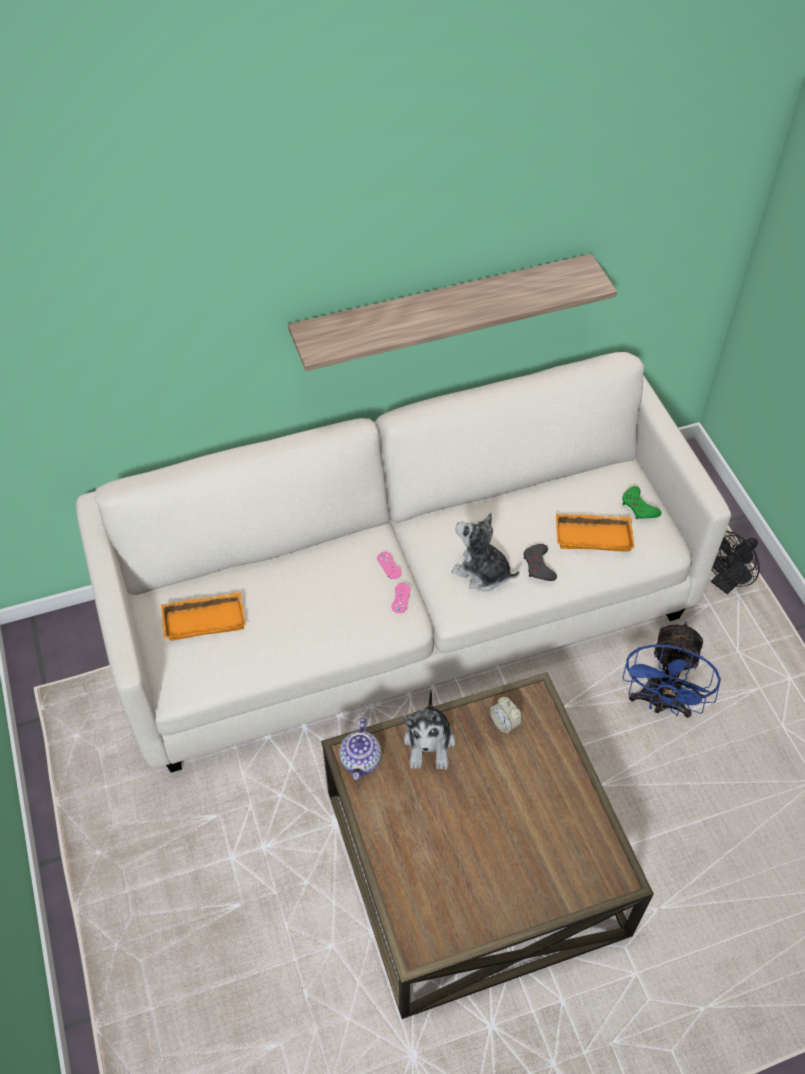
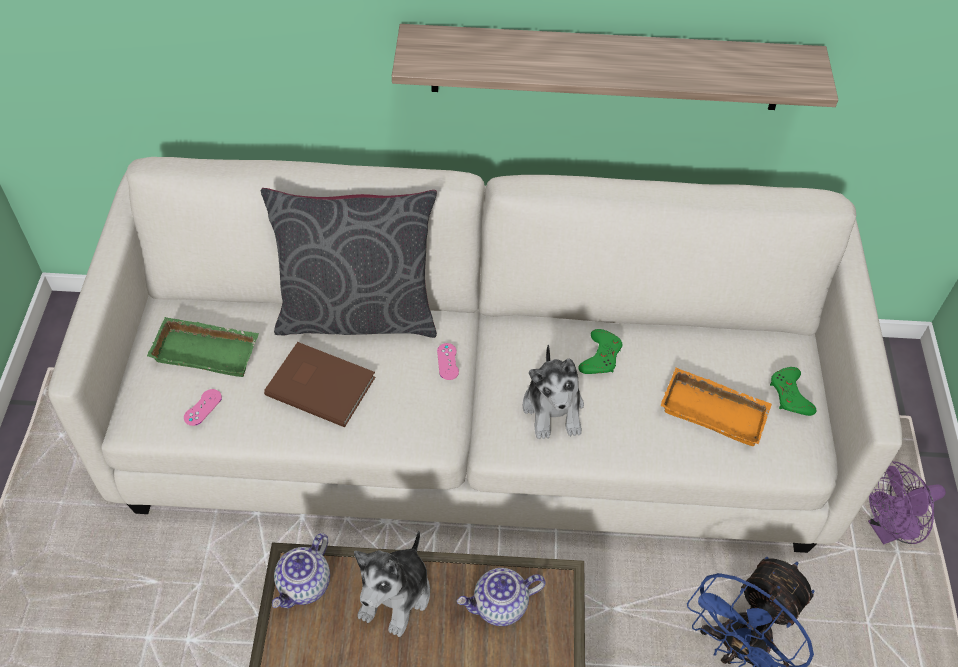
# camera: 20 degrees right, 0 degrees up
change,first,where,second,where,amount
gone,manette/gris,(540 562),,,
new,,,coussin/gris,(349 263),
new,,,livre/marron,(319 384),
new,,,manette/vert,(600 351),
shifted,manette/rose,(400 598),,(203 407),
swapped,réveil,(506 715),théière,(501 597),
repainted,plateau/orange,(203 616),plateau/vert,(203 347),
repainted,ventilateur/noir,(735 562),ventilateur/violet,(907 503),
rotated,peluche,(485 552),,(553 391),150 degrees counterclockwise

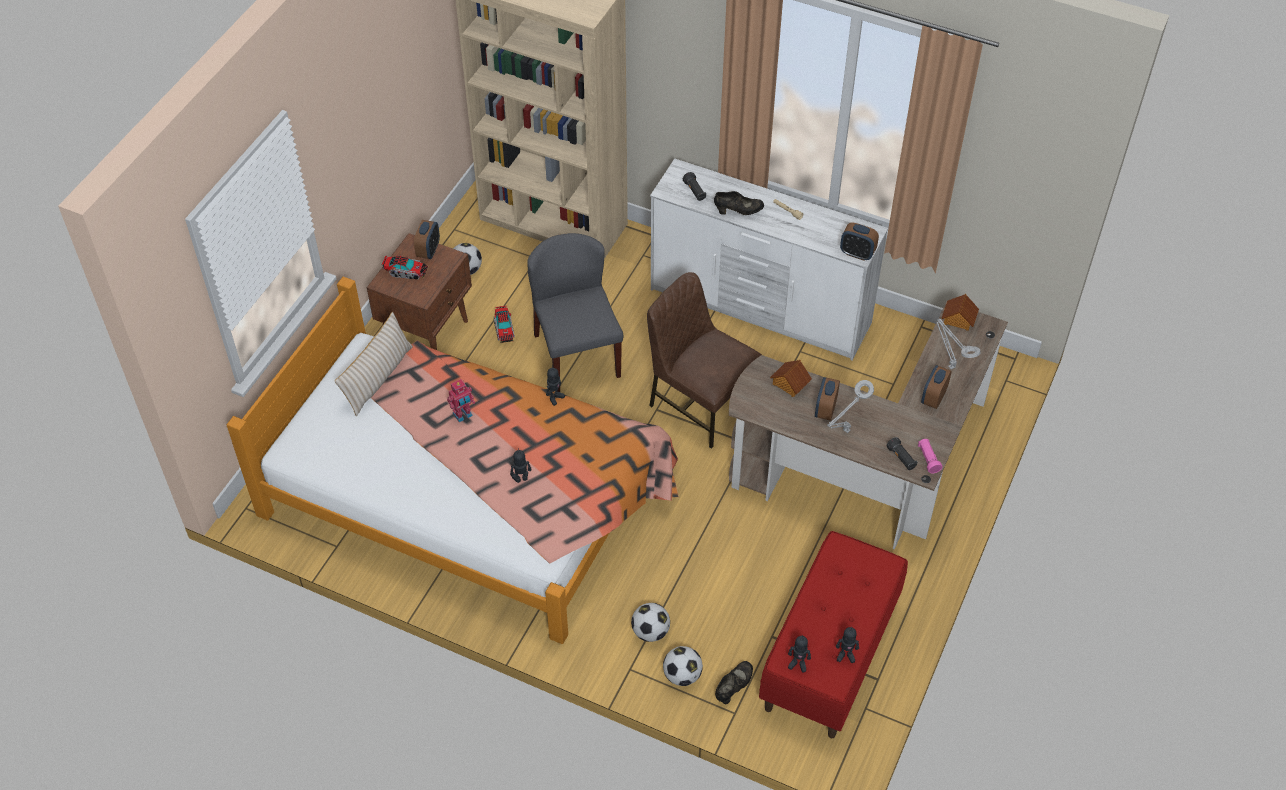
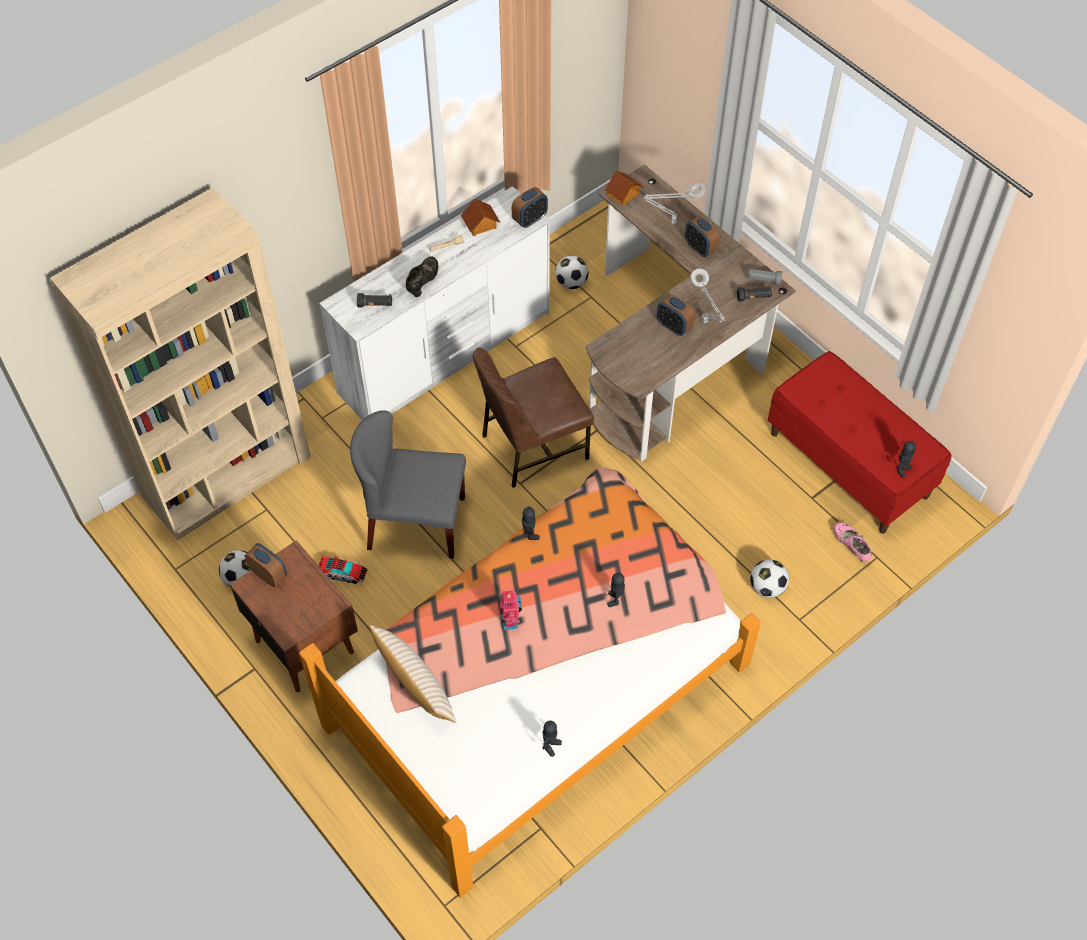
# camera: 65 degrees left, 5 degrees up
change,first,where,second,where,amount
gone,camion jouet,(405 268),,,
shifted,ballon de foot,(683 666),,(572 272),
shifted,maison miniature,(791 378),,(480 217),
shifted,robot jouet,(847 644),,(552 739),
repainted,chaussure/noir,(734 682),chaussure/rose,(853 542),
repainted,lampe de poche/rose,(930 456),lampe de poche/gris,(765 276),

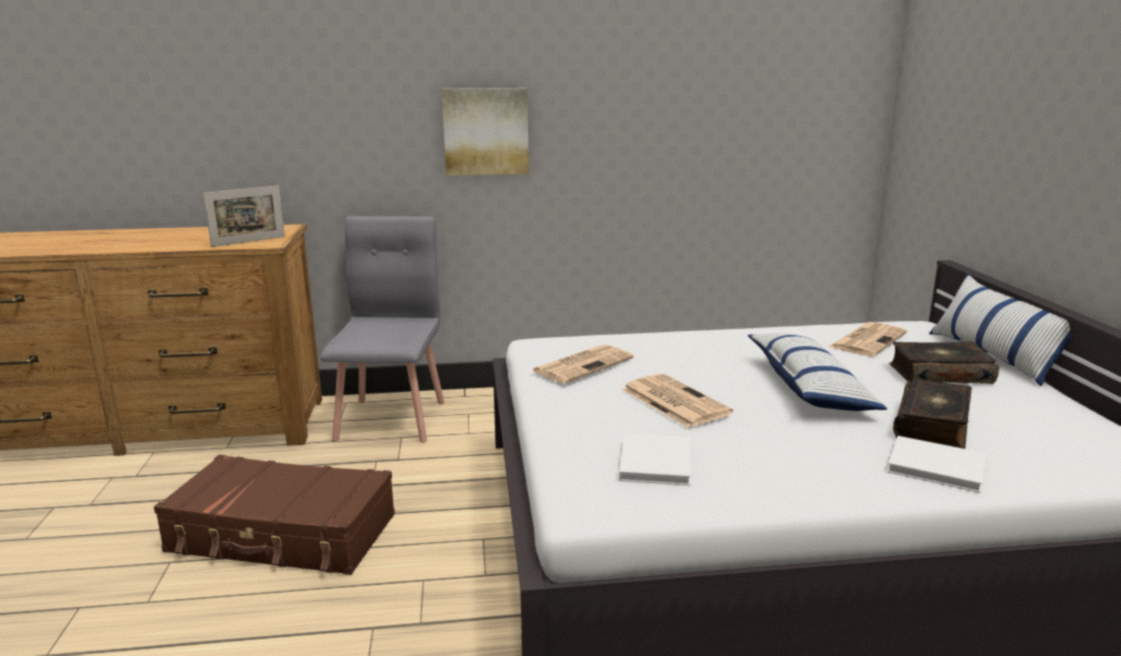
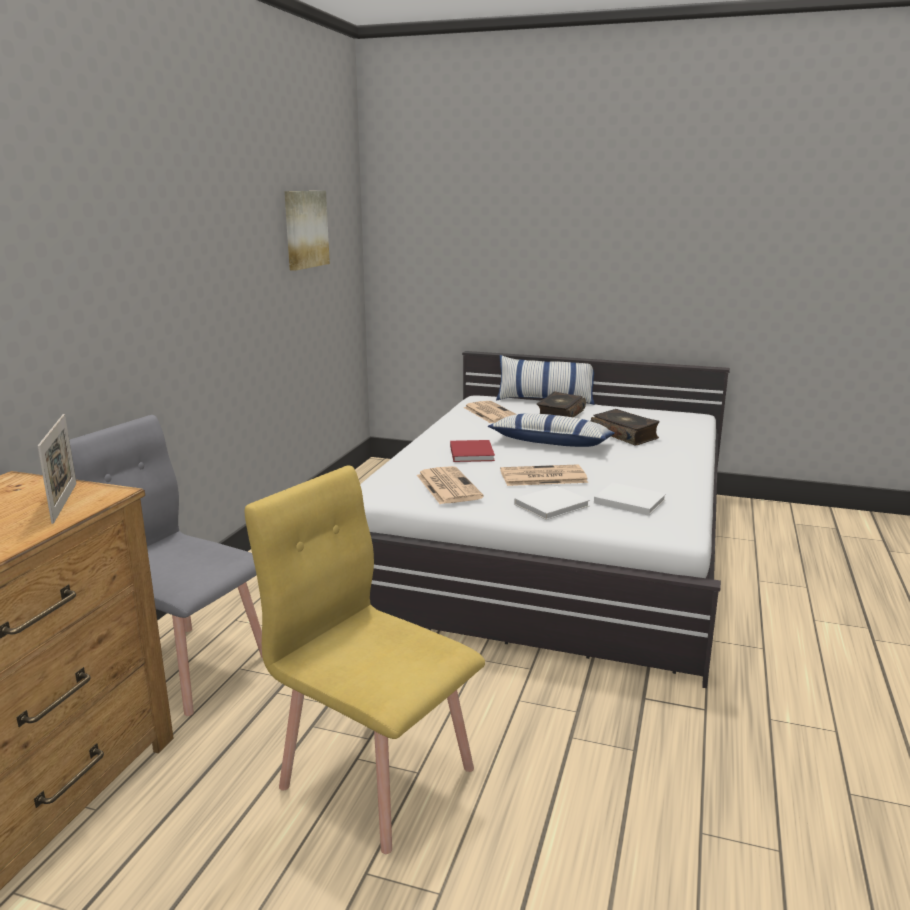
# camera: 65 degrees left, 0 degrees up
change,first,where,second,where,amount
new,,,livre/rouge,(472 451),
shifted,tableau,(485 132),,(307 231),
shifted,livre/blanc,(936 464),,(552 503),
swapped,valise/marron,(274 515),chaise/jaune,(365 659),

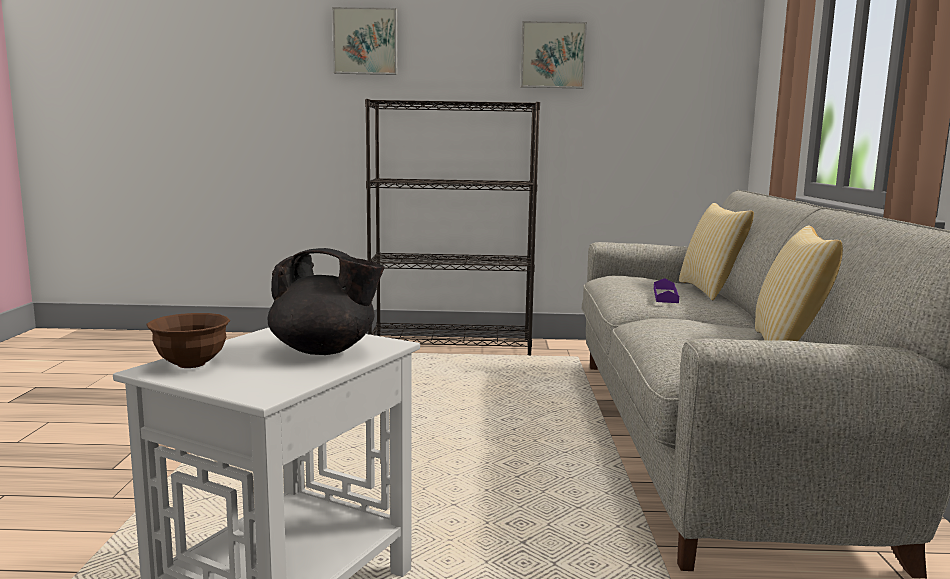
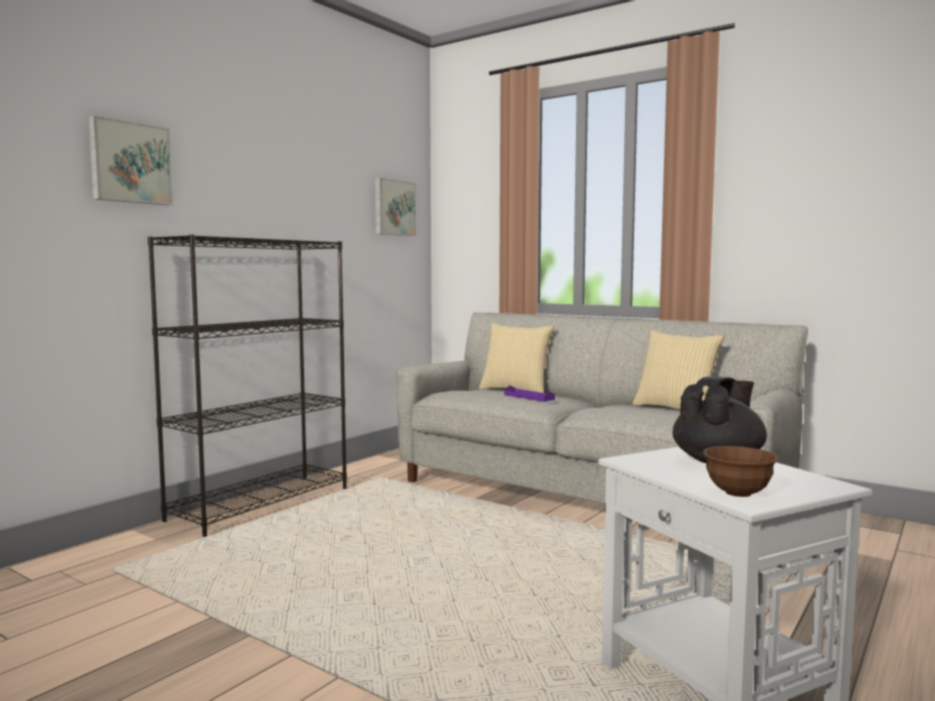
# camera: 55 degrees left, 5 degrees down
change,first,where,second,where,amount
shifted,tableau,(553 54),,(395 207),

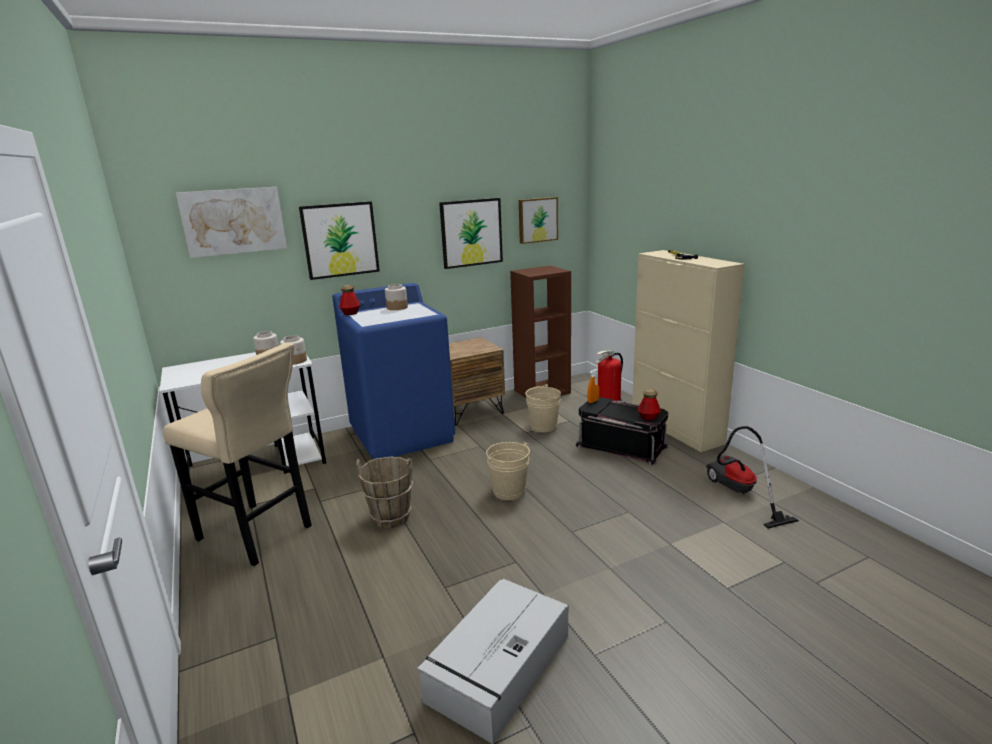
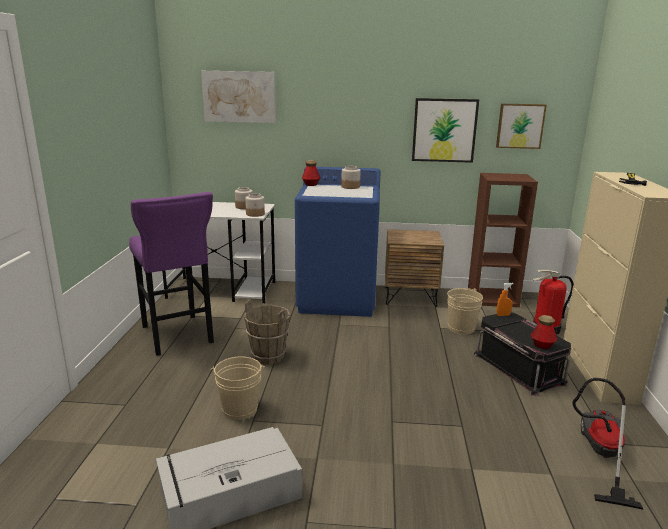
# camera: 30 degrees right, 0 degrees up
change,first,where,second,where,amount
gone,tableau,(339 240),,,
shifted,seau/beige,(508 471),,(237 388),
repainted,tabouret/beige,(237 454),tabouret/violet,(171 274),

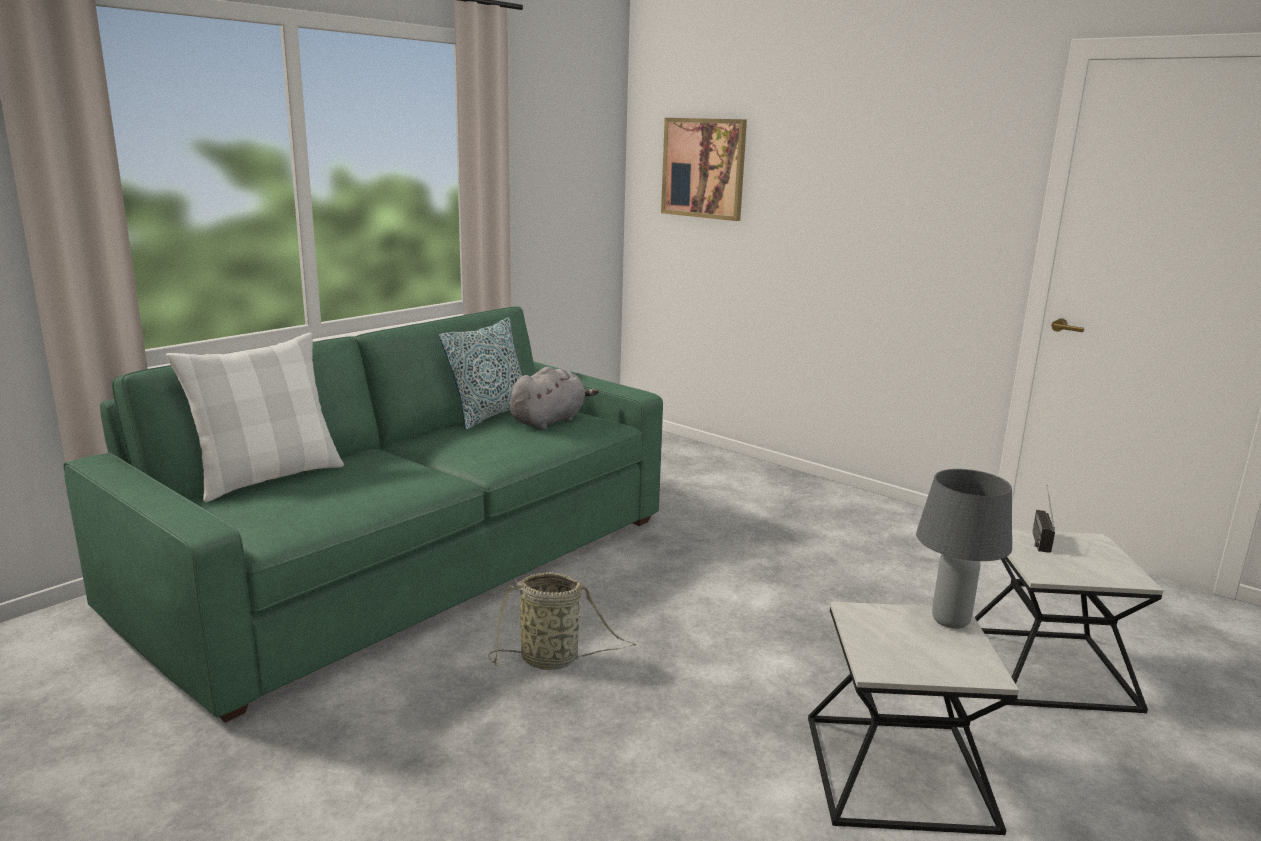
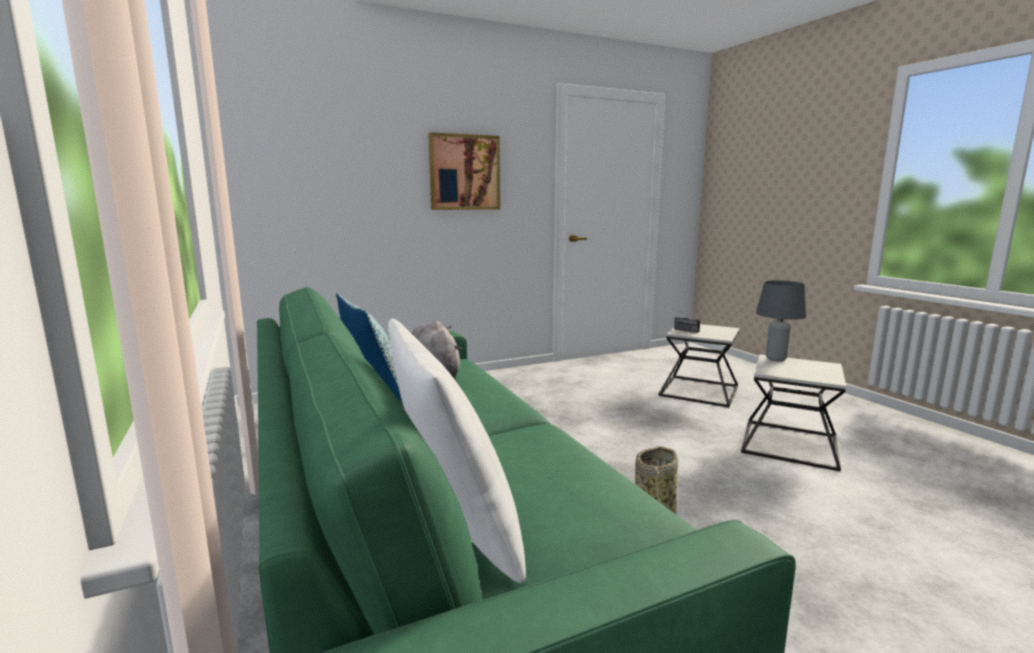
# camera: 65 degrees left, 5 degrees down
change,first,where,second,where,amount
shifted,tableau,(704 169),,(464 171),

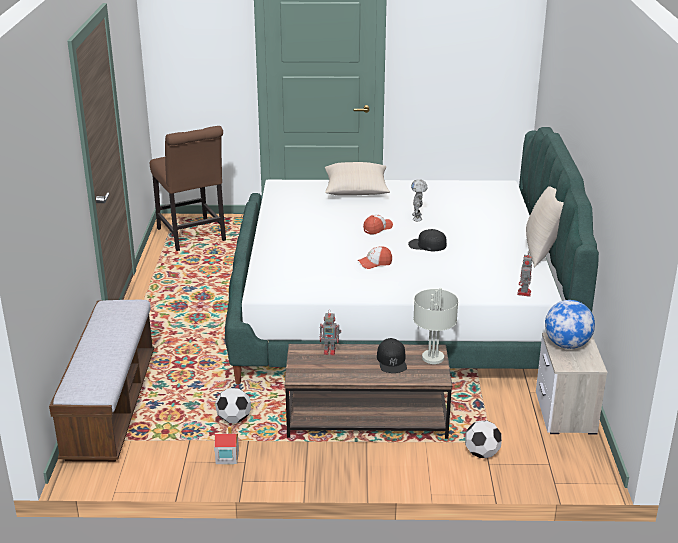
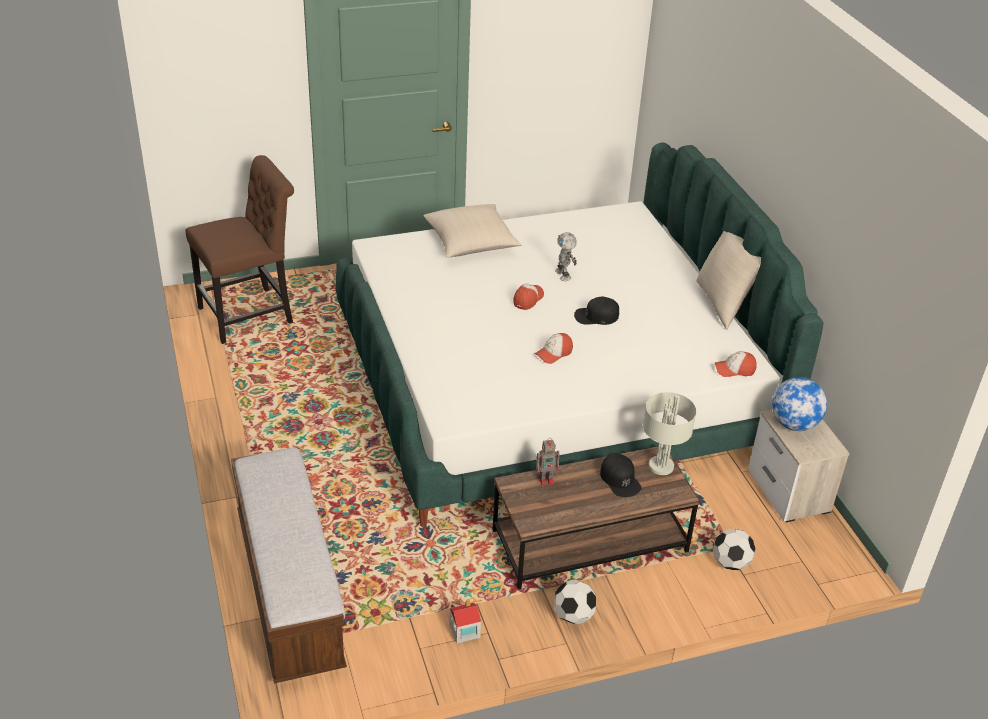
# camera: 20 degrees left, 10 degrees up
change,first,where,second,where,amount
shifted,ballon de foot,(233 405),,(575 602),
swapped,robot jouet,(524 274),casquette,(736 364),
rotated,chaise/marron,(188 188),,(240 249),75 degrees counterclockwise

